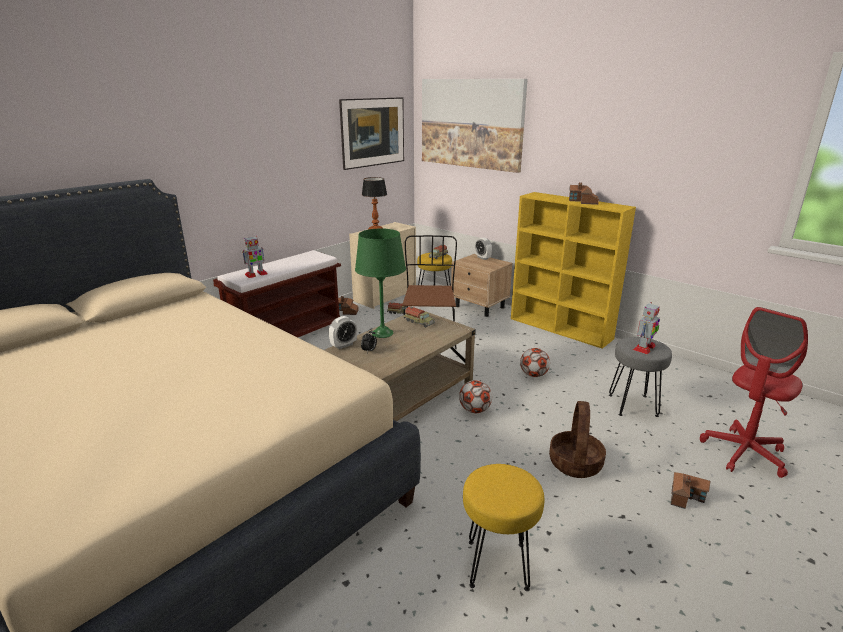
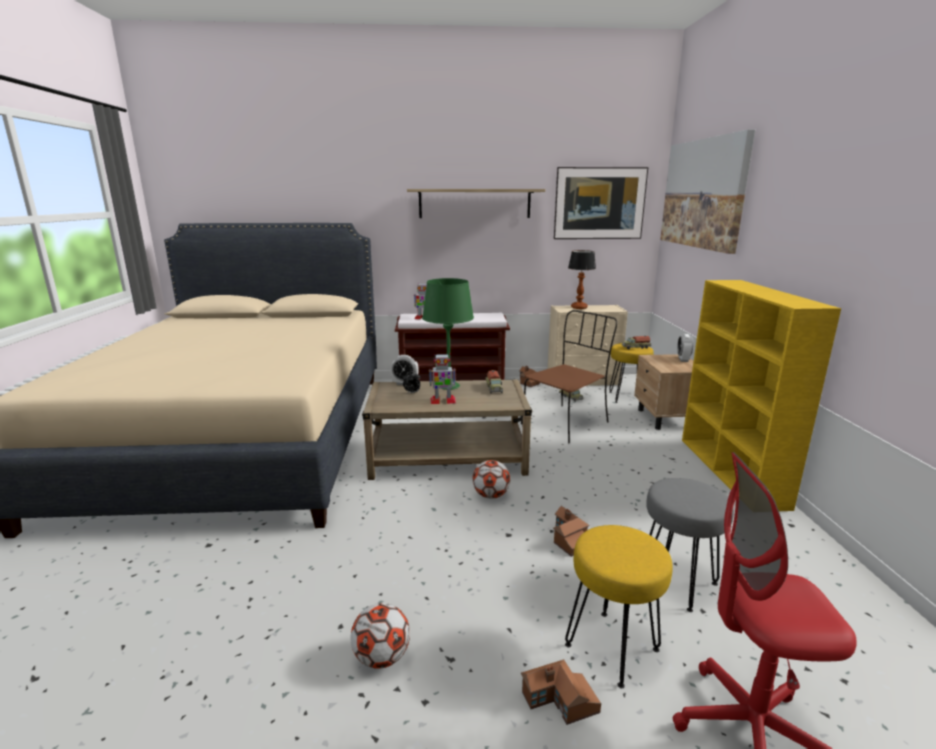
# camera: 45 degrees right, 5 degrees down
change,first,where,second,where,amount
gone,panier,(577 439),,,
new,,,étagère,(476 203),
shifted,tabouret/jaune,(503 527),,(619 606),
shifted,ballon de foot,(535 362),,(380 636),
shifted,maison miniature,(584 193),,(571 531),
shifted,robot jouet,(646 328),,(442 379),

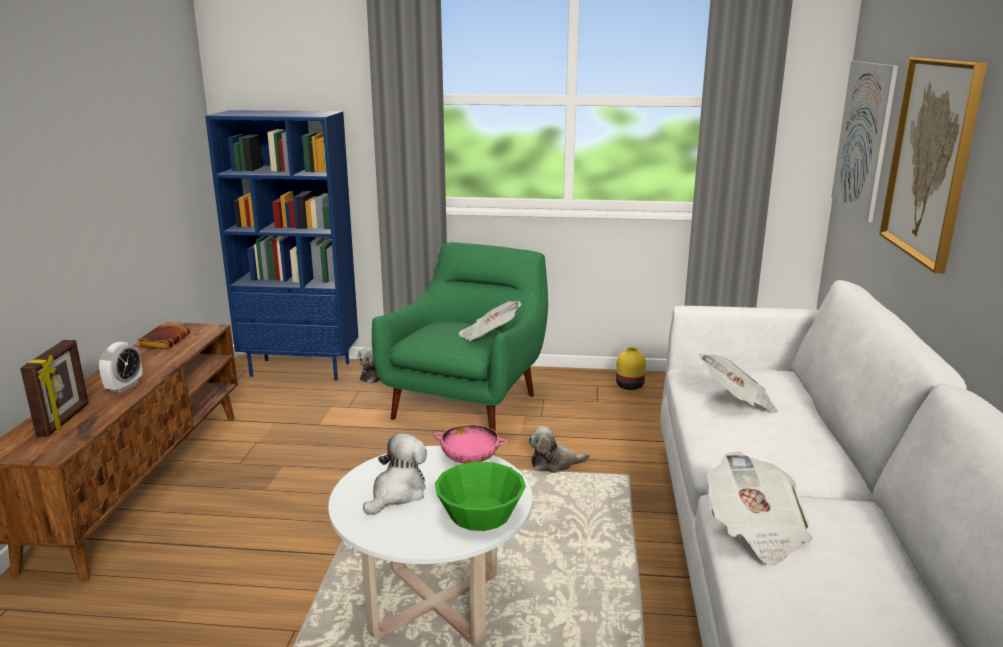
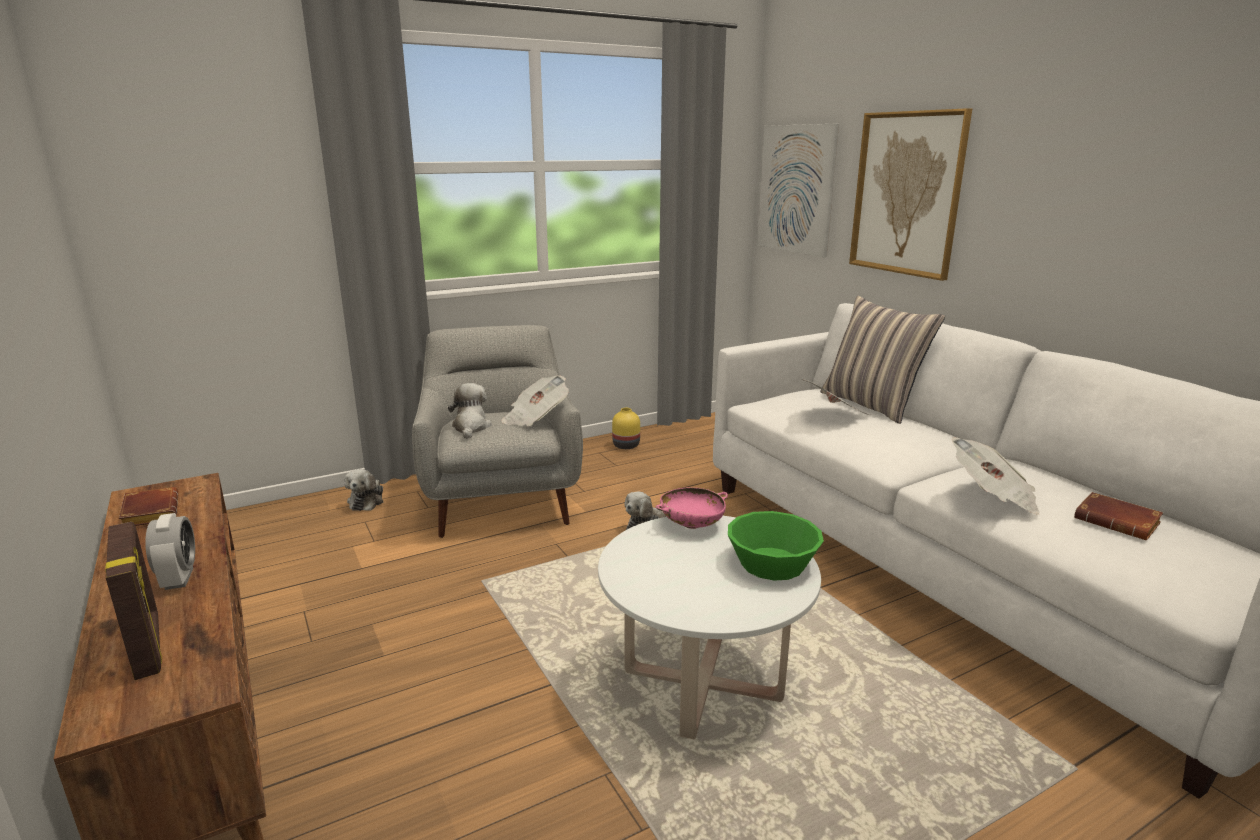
# camera: 35 degrees left, 0 degrees up
change,first,where,second,where,amount
gone,bibliothèque/bleu,(281 245),,,
new,,,coussin,(882 359),
new,,,livre/marron,(1118 516),
shifted,peluche,(395 474),,(470 411),
repainted,fauteuil/vert,(460 337),fauteuil/gris,(497 431),

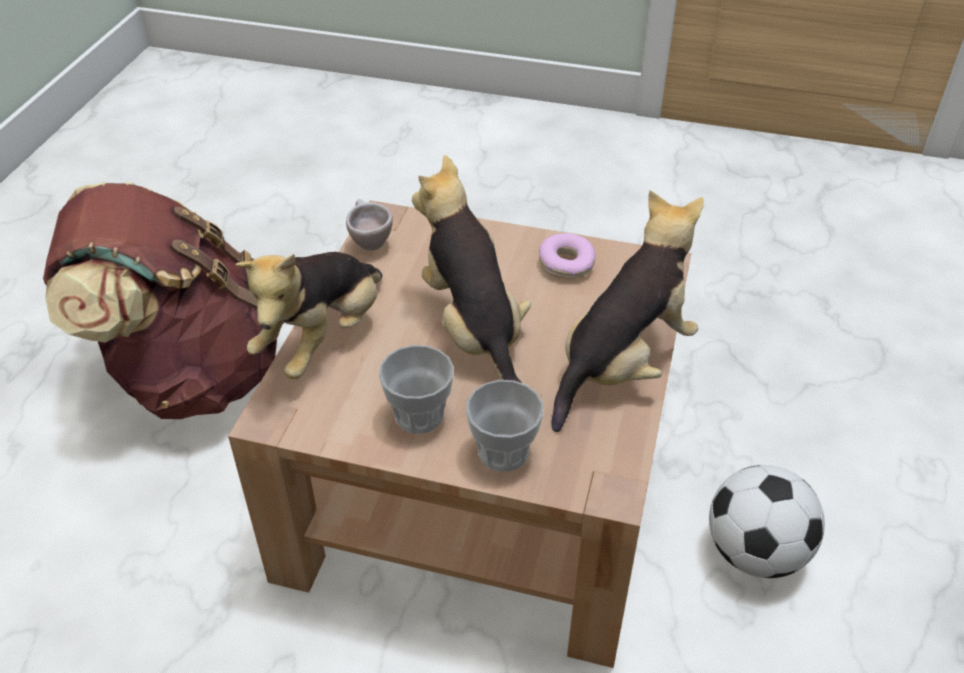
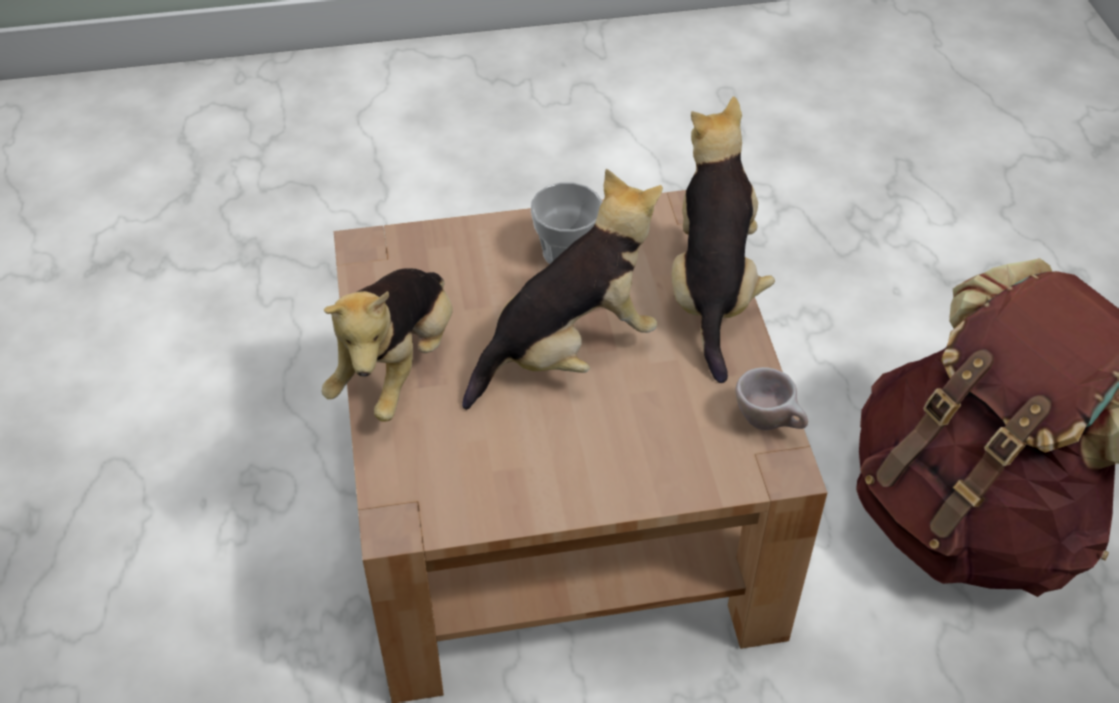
# camera: 155 degrees right, 5 degrees up
change,first,where,second,where,amount
gone,tasse,(505 426),,,
gone,beignet,(567 256),,,
gone,ballon de foot,(767 521),,,
rotated,peluche,(471 269),,(562 289),75 degrees counterclockwise

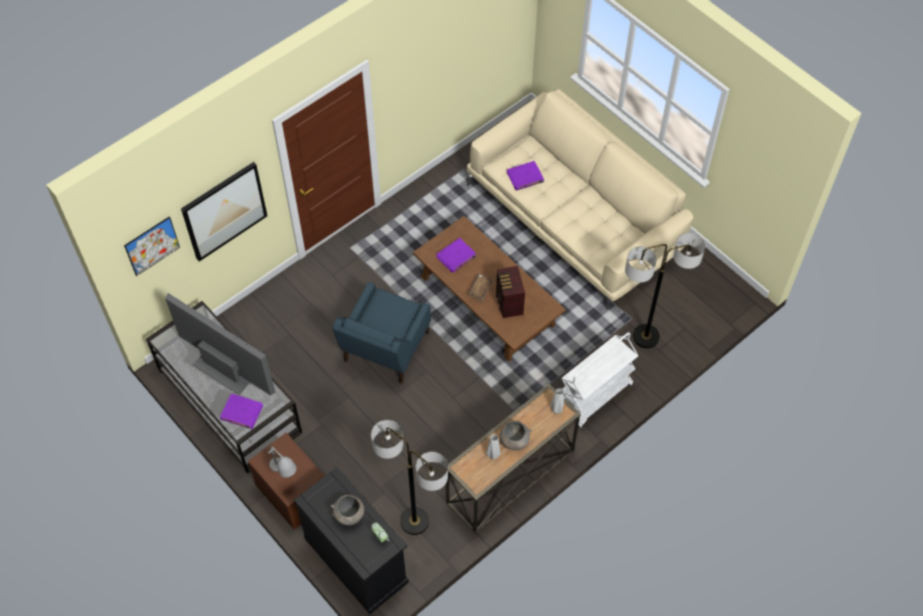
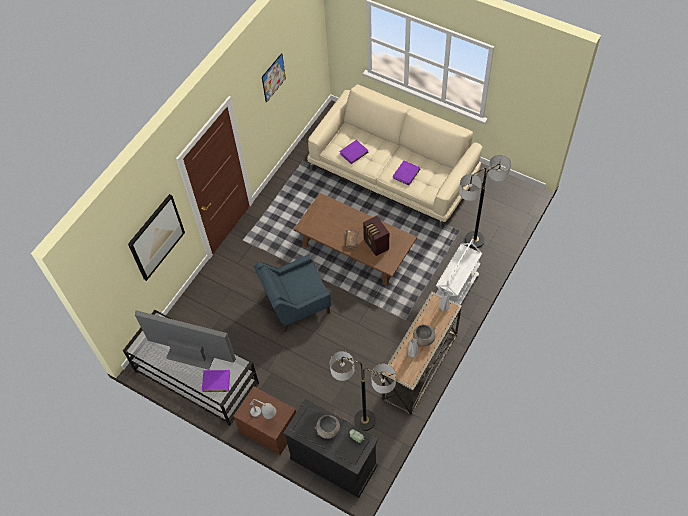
# camera: 15 degrees left, 0 degrees up
change,first,where,second,where,amount
shifted,tableau,(152 246),,(274 78),
shifted,livre/violet,(456 255),,(406 173),
rotated,fauteuil/bleu,(382 332),,(292 293),60 degrees clockwise

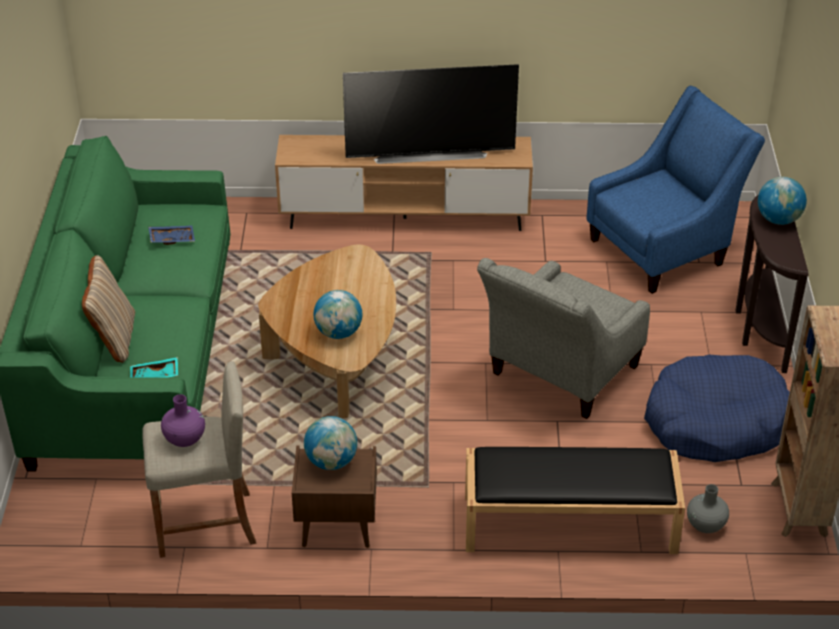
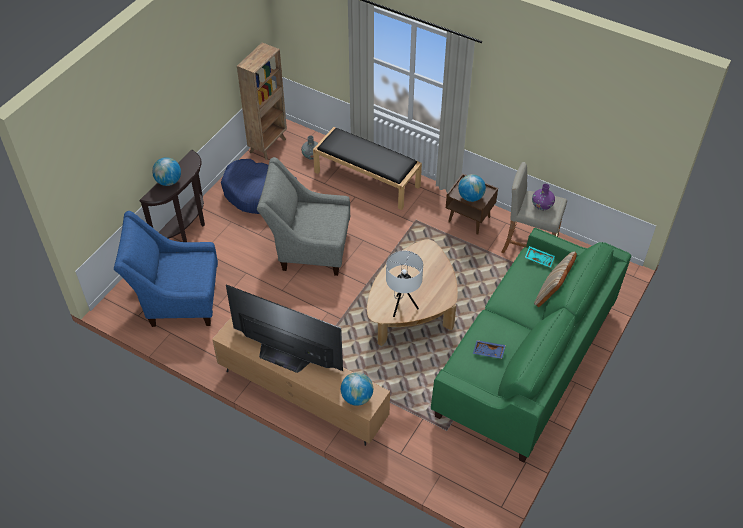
# camera: 150 degrees left, 10 degrees up
change,first,where,second,where,amount
new,,,lampe de table/blanc,(404 284),
shifted,globe,(338 314),,(357 389),
rotated,fauteuil/gris,(563 338),,(303 216),150 degrees counterclockwise

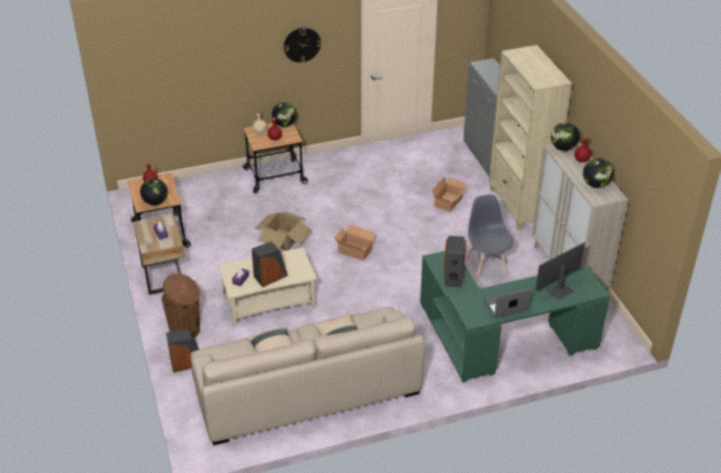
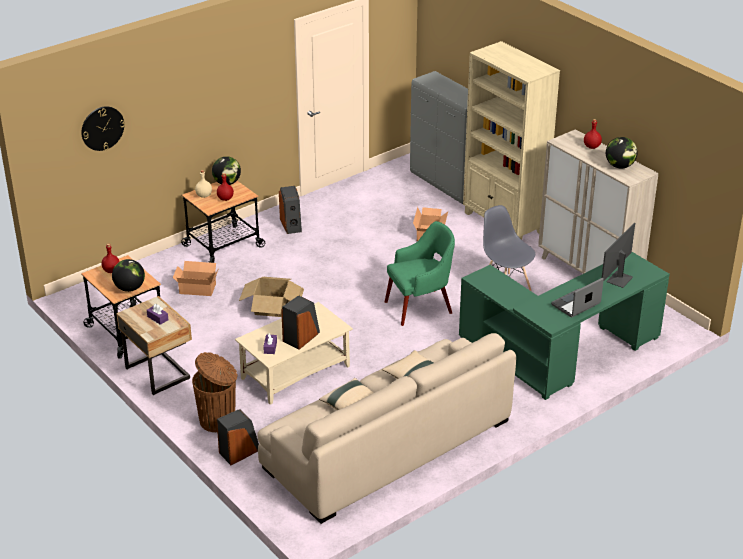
# camera: 20 degrees left, 5 degrees down
change,first,where,second,where,amount
gone,globe,(565 136),,,
new,,,fauteuil/vert,(420 273),
shifted,horloge murale,(302 45),,(103 128),
shifted,carton,(354 242),,(196 278),
shifted,enceinte,(455 261),,(290 210),

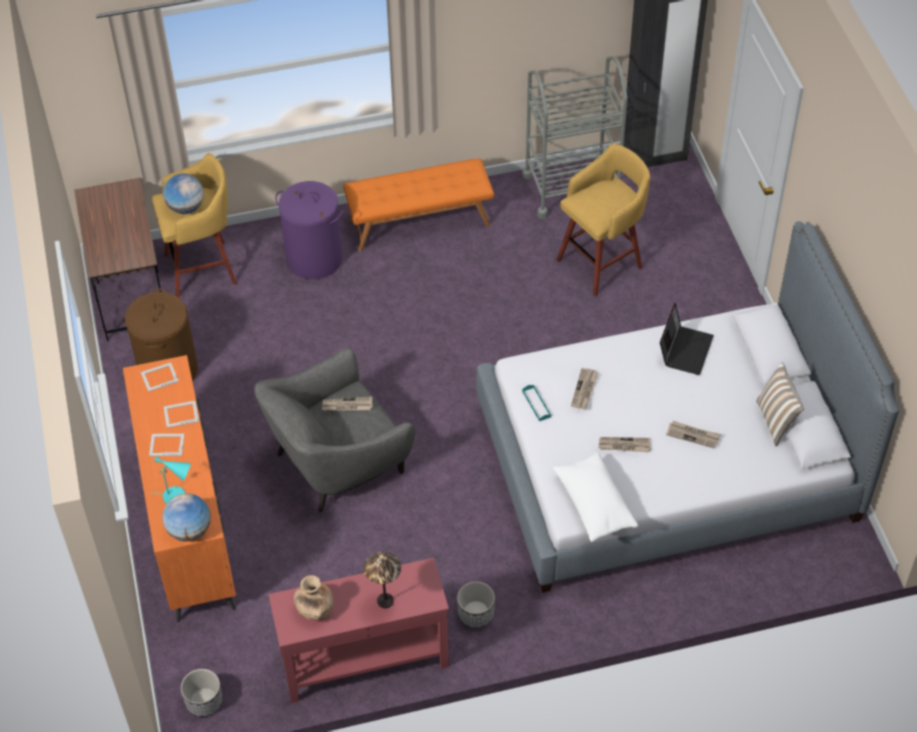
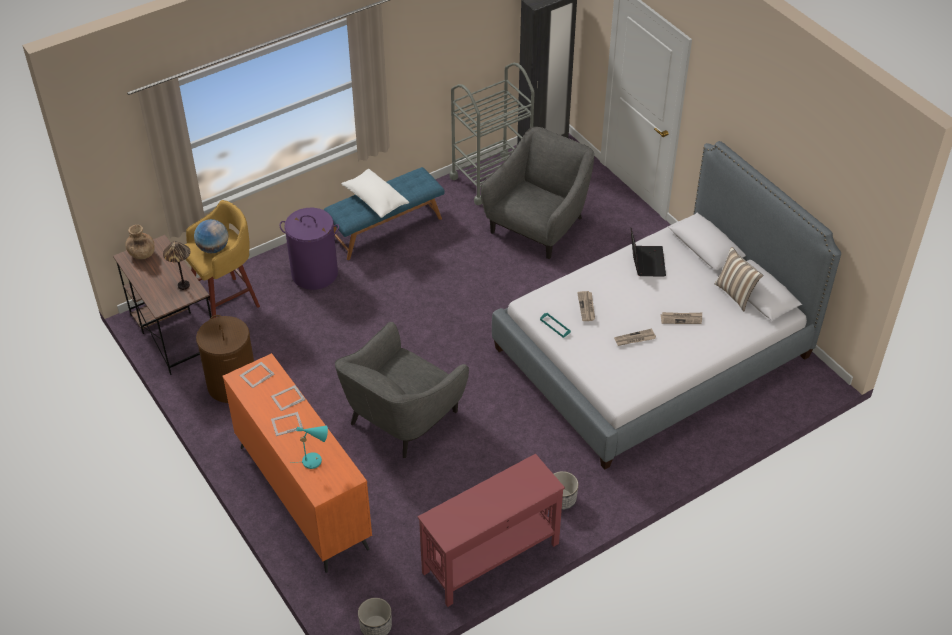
# camera: 20 degrees left, 5 degrees down
change,first,where,second,where,amount
gone,globe,(186 517),,,
gone,journal,(347 403),,,
shifted,vase/marron,(314 597),,(140 242),
shifted,lampe de table,(382 580),,(176 265),
shifted,coussin/blanc,(595 497),,(375 193),
swapped,tabouret/jaune,(603 220),fauteuil/gris,(537 193),
repainted,banc/orange,(418 205),banc/bleu,(384 213),

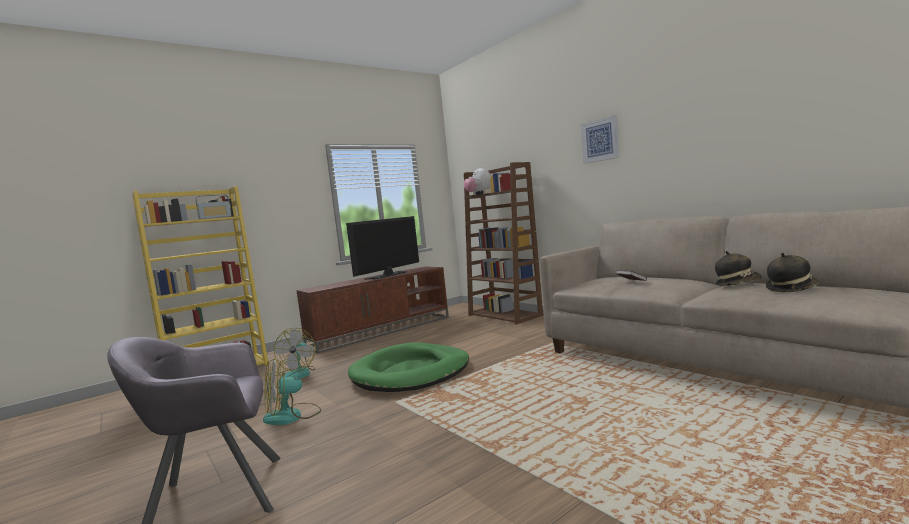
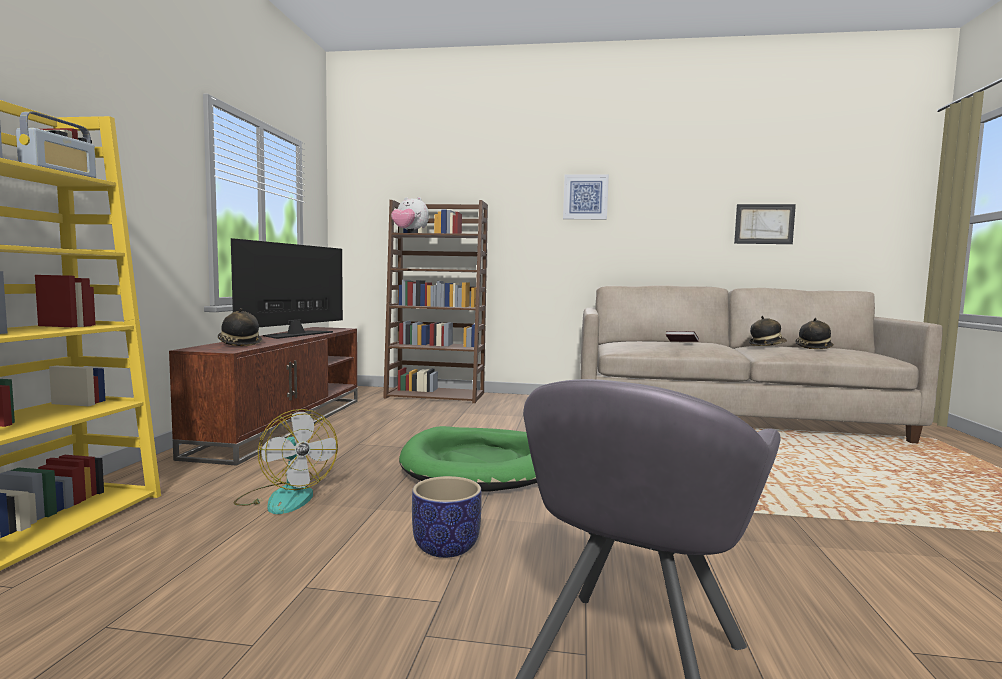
# camera: 45 degrees left, 0 degrees up
change,first,where,second,where,amount
new,,,chapeau,(240 327),
new,,,tableau,(765 224),
swapped,ventilateur,(292 391),cache-pot,(447 517),
rotated,téléviseur,(382 247),,(287 288),150 degrees counterclockwise

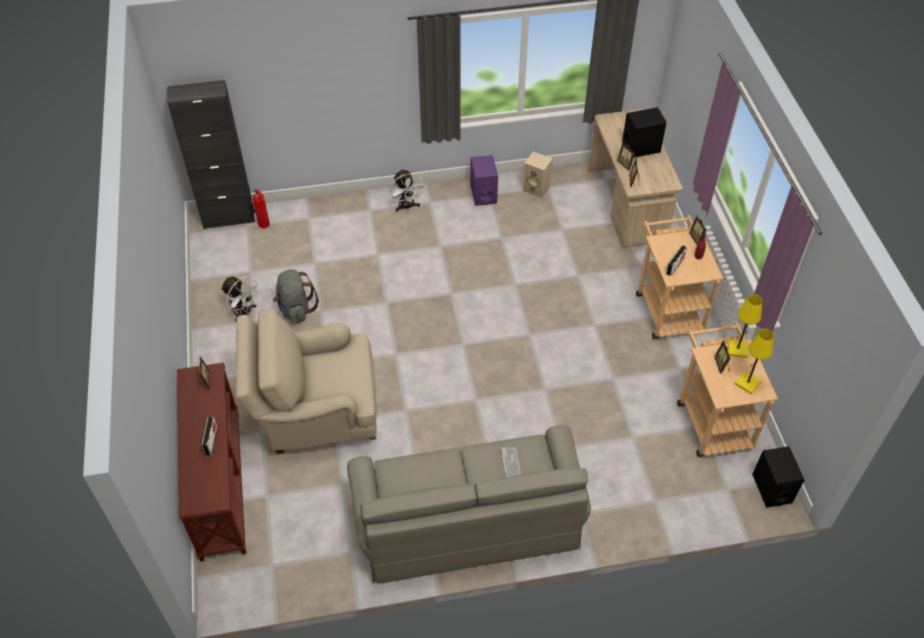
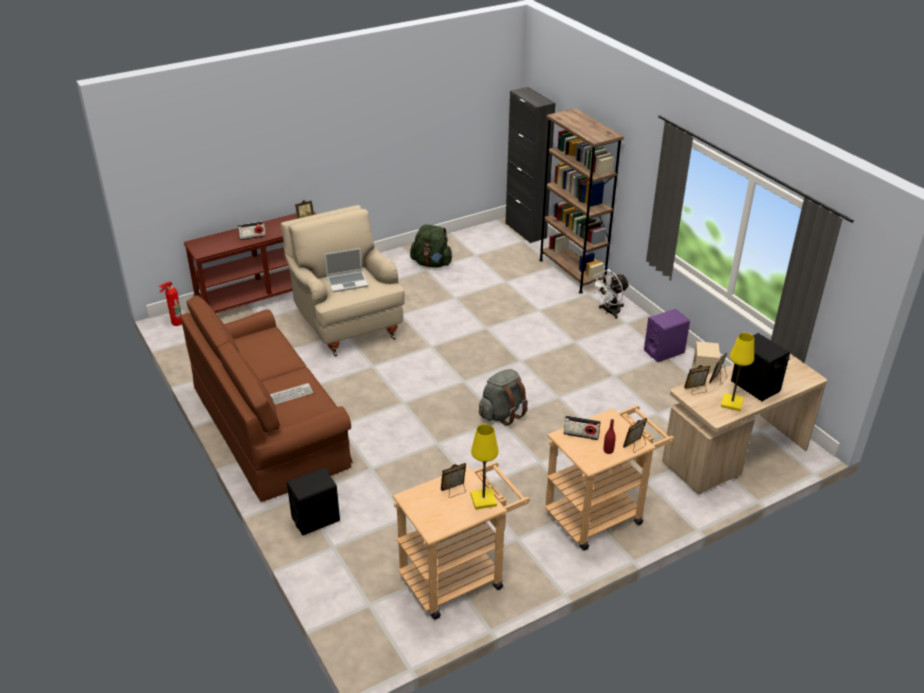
# camera: 70 degrees right, 15 degrees down
change,first,where,second,where,amount
new,,,ordinateur portable,(347 270),
new,,,bibliothèque/marron,(581 201),
shifted,extincteur,(260 208),,(170 303),
shifted,sac à dos/gris,(296 296),,(503 397),
shifted,lampe de table/jaune,(754 361),,(737 372),
shifted,enceinte/noir,(778 476),,(313 501),
swapped,ventilateur/blanc,(241 298),sac à dos/vert,(431 246),
repainted,canapé/gris,(469 504),canapé/marron,(267 398),

